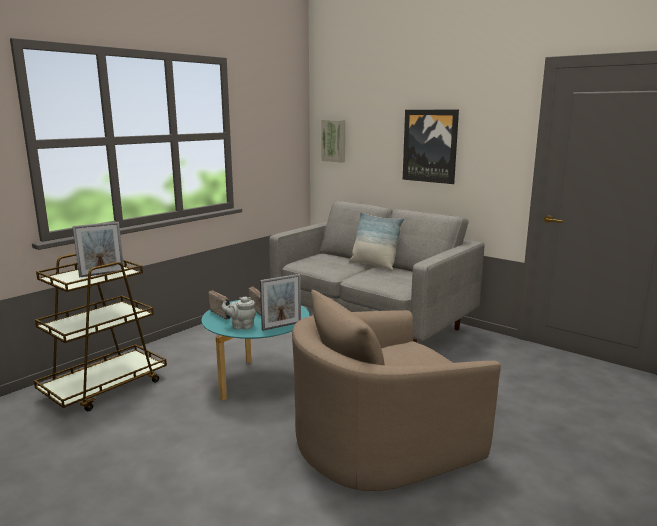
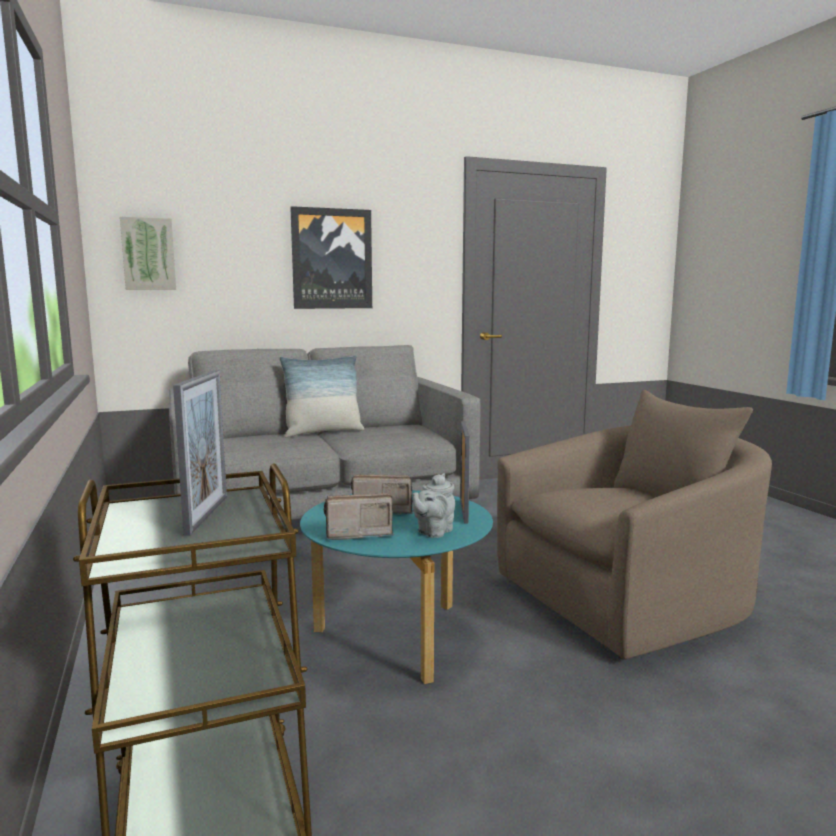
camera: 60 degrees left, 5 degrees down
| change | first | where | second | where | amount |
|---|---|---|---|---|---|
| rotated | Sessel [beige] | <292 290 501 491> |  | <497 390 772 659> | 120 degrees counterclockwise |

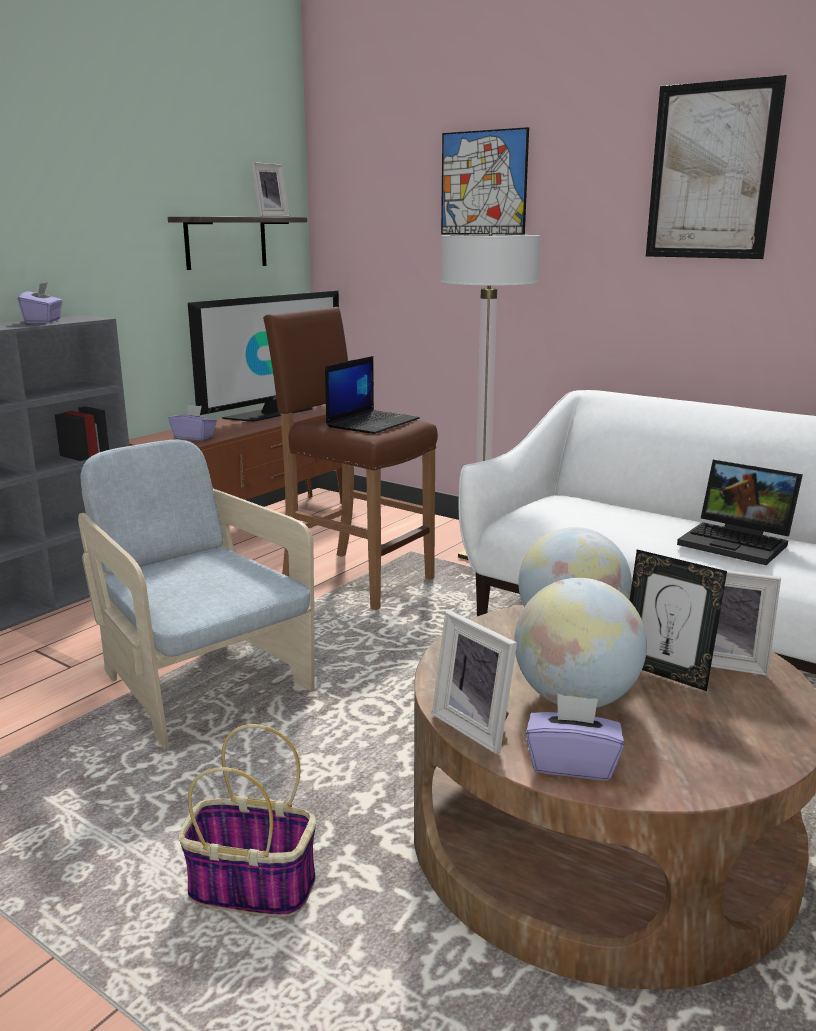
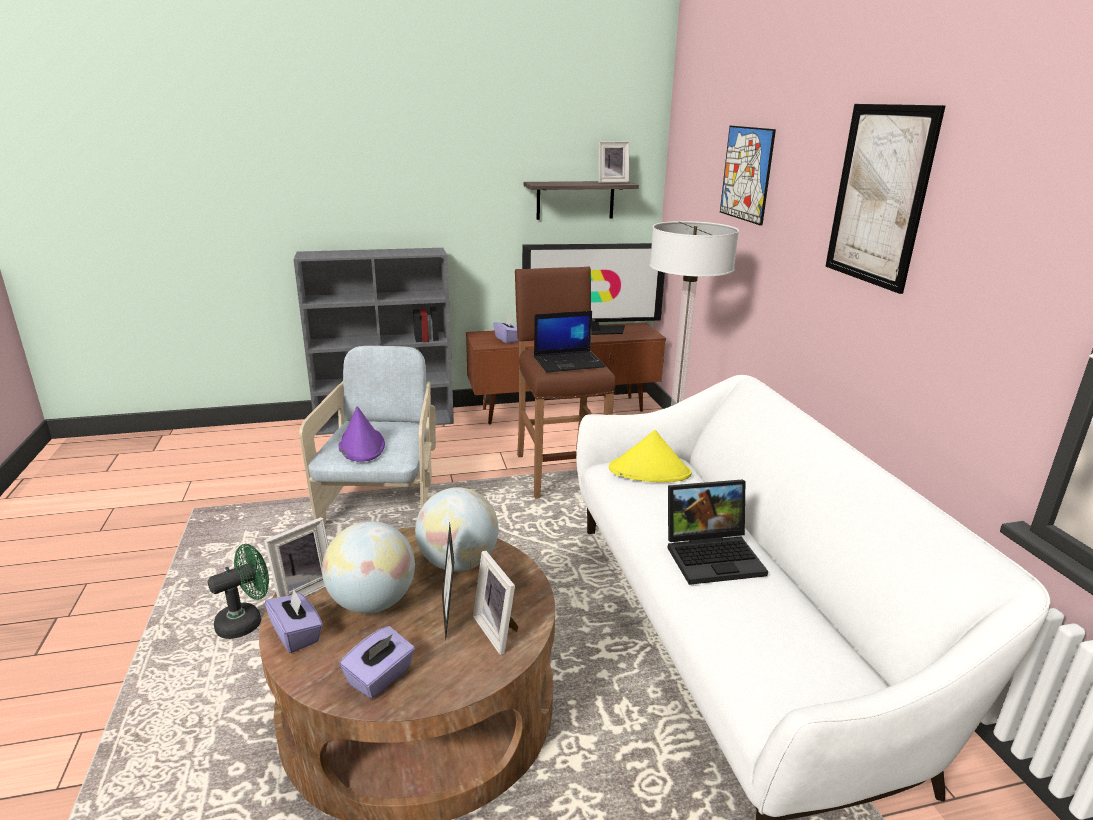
camera: 40 degrees right, 5 degrees up
| change | first | where | second | where | amount |
|---|---|---|---|---|---|
| swapped | Korb | <179 724 316 917> | Ventilator [grün] | <208 544 269 639> |  |
| rotated | Bilderrahmen | <432 611 517 754> |  | <264 517 329 598> | 135 degrees counterclockwise |
| new |  |  | Hut [lila] | <338 406 385 462> |  |
| shifted | Taschentuchbox [lila] | <18 282 63 323> |  | <340 626 415 699> |  |
| new |  |  | Hut [gelb] | <609 430 692 482> |  |
| rotated | Laptop | <677 460 803 565> |  | <668 480 768 585> | 90 degrees counterclockwise |

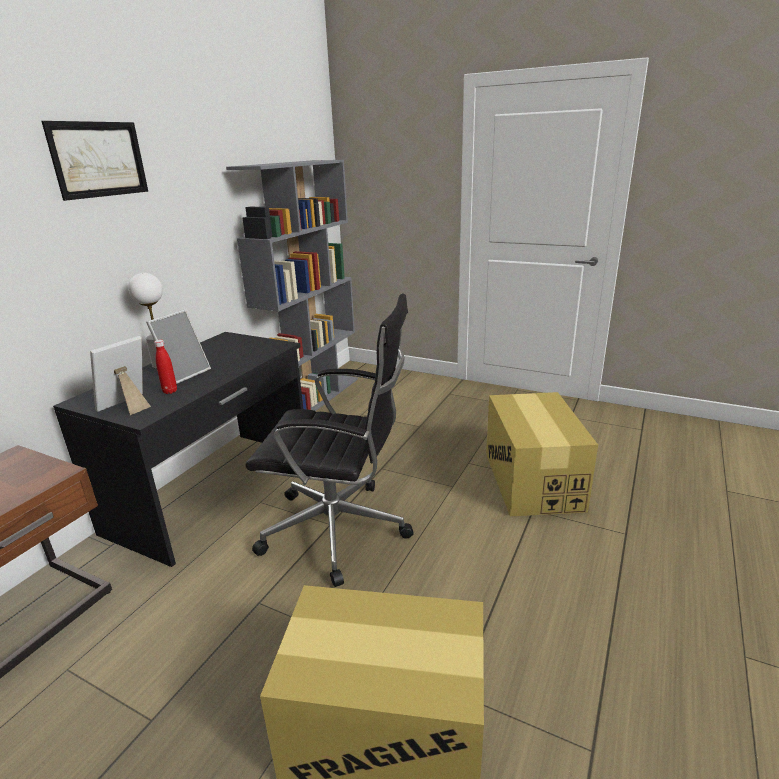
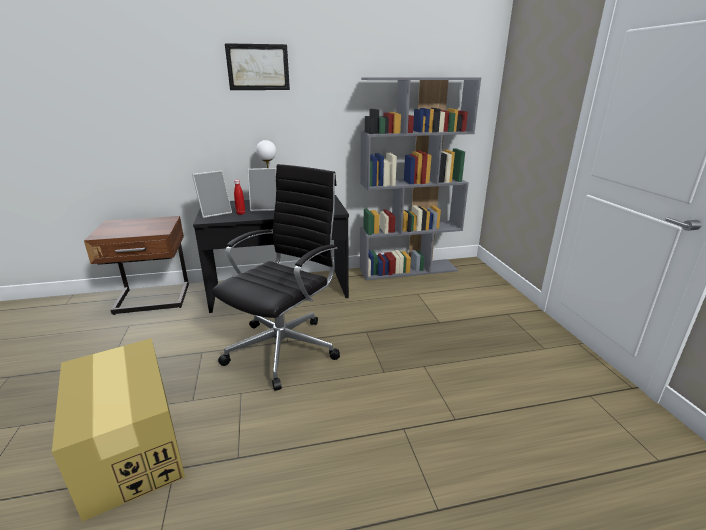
camera: 50 degrees right, 0 degrees up
| change | first | where | second | where | amount |
|---|---|---|---|---|---|
| rotated | Bilderrahmen | <90 336 151 415> |  | <192 171 232 218> | 150 degrees clockwise |
| rotated | Bürostuhl [schwarz] | <245 293 414 587> |  | <212 164 340 391> | 120 degrees counterclockwise |
| gone | Karton | <486 392 598 516> |  |  |  |

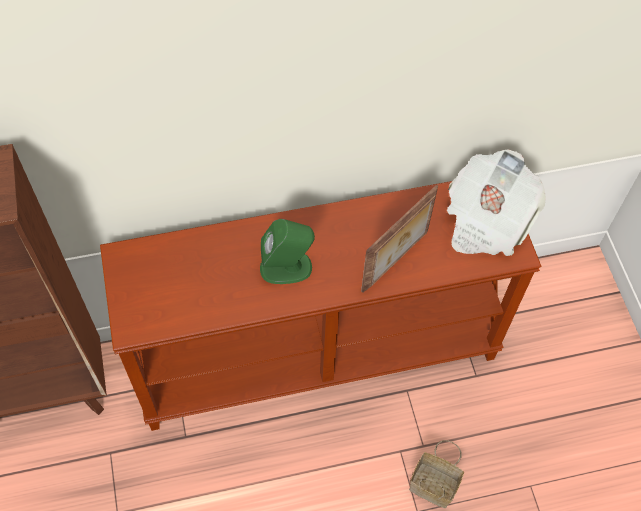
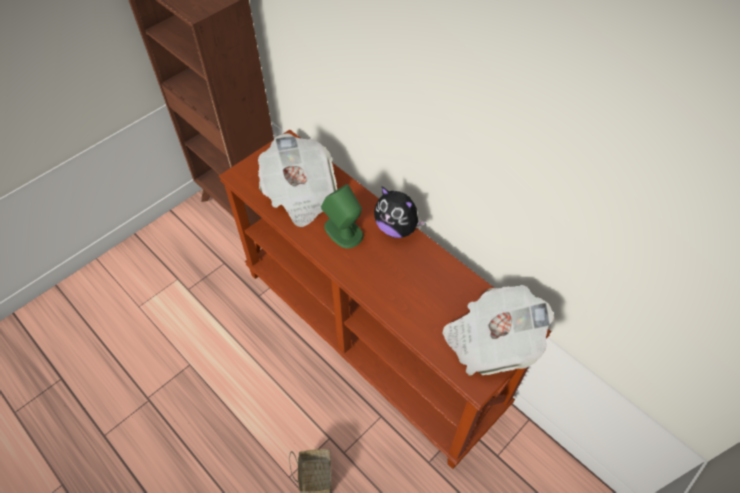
camera: 60 degrees right, 5 degrees down
| change | first | where | second | where | amount |
|---|---|---|---|---|---|
| new |  |  | Zeitung | <258 133 337 227> |  |
| new |  |  | Plüschtier | <374 186 426 238> |  |
| gone | Bilderrahmen | <361 184 438 293> |  |  |  |

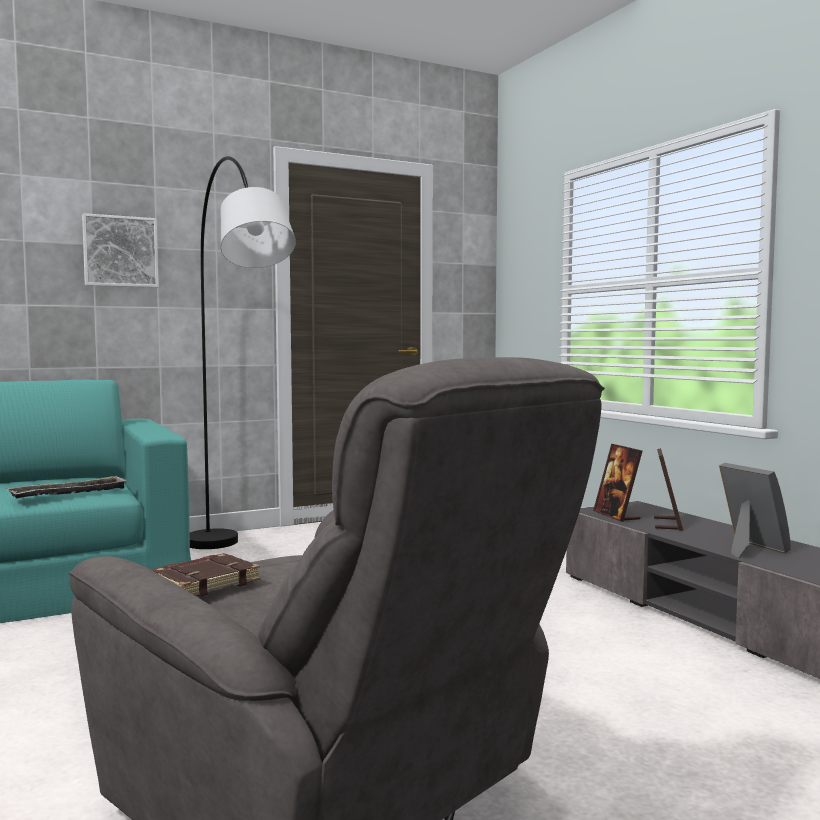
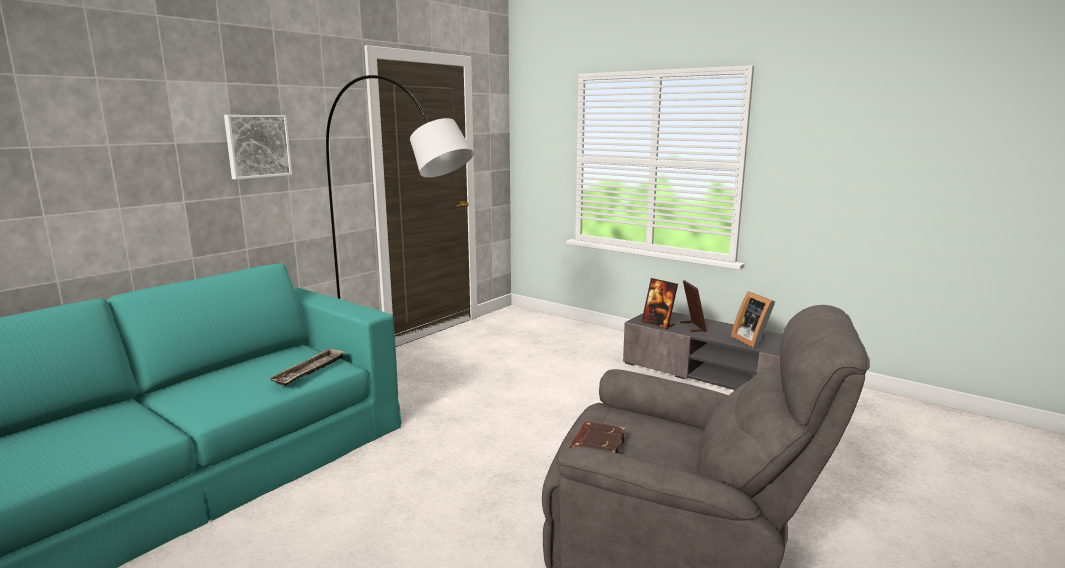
camera: 25 degrees left, 10 degrees up
| change | first | where | second | where | amount |
|---|---|---|---|---|---|
| rotated | Bilderrahmen | <719 463 791 558> |  | <731 291 775 349> | 150 degrees counterclockwise |

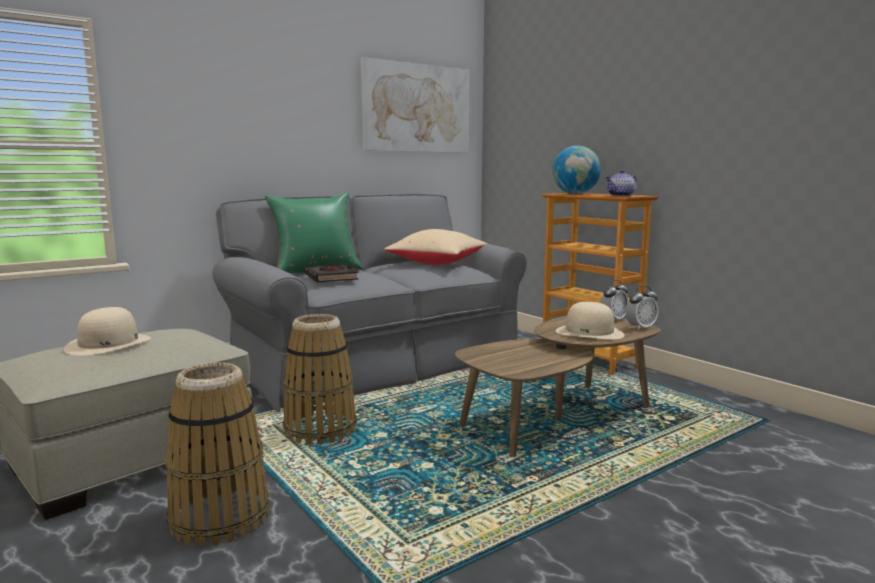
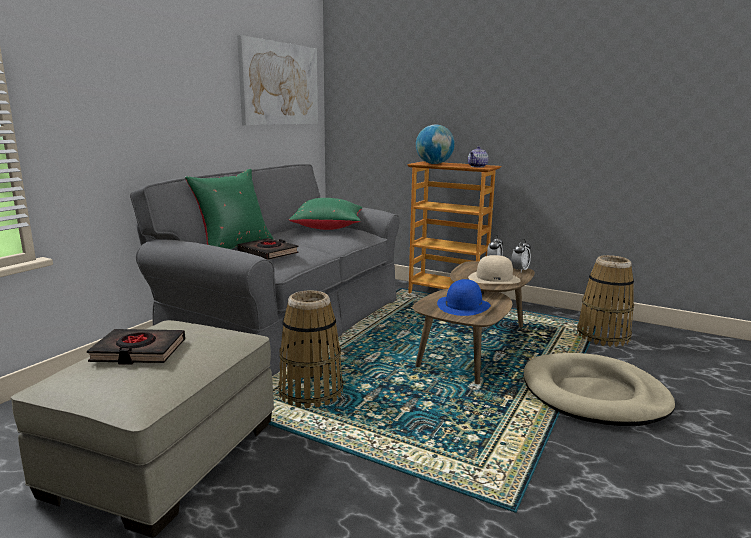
camera: 25 degrees left, 5 degrees up
| change | first | where | second | where | amount |
|---|---|---|---|---|---|
| swapped | Hut [beige] | <64 307 151 355> | Buch [schwarz] | <87 329 185 365> |  |
| repainted | Kissen [beige] | <384 229 487 265> | Kissen [grün] | <289 198 363 230> |  |
| new |  |  | Hut [blau] | <437 279 491 316> |  |
| new |  |  | Hundebett [beige] | <523 353 675 426> |  |
| shifted | Korb | <165 363 269 546> |  | <577 255 634 347> |  |

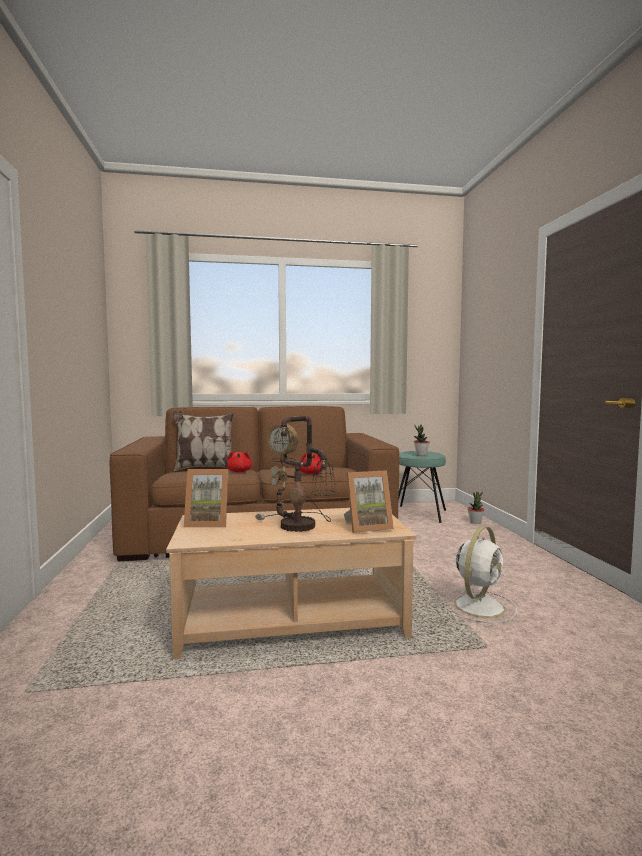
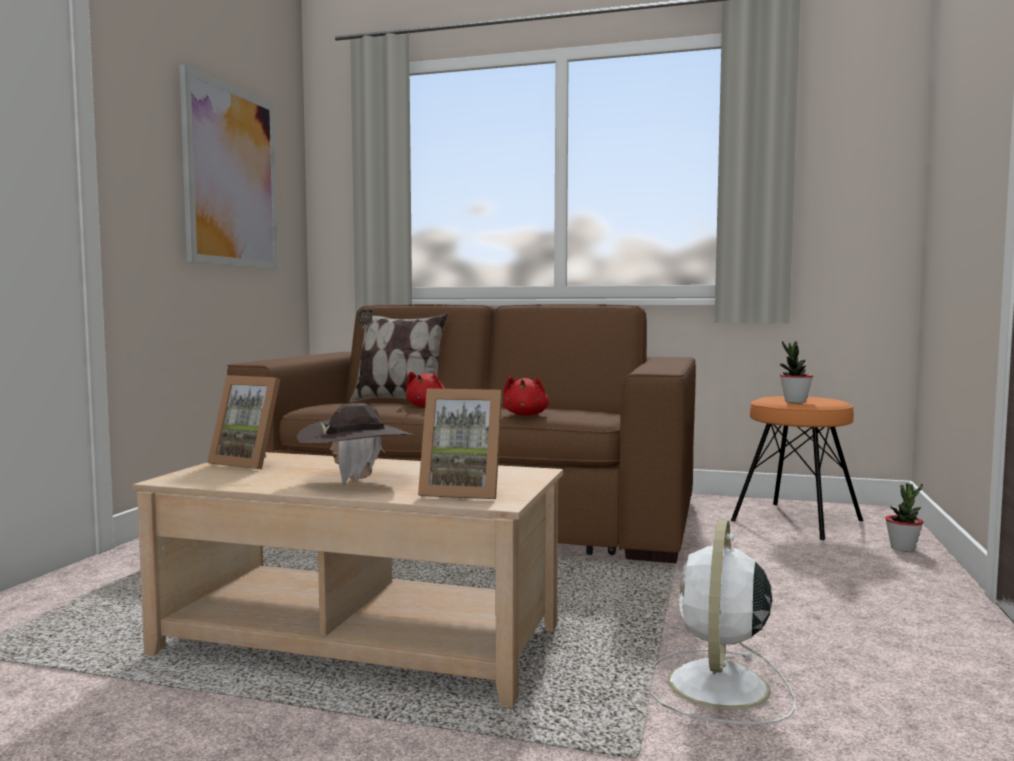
camera: 25 degrees right, 0 degrees up
| change | first | where | second | where | amount |
|---|---|---|---|---|---|
| new |  |  | Bild | <180 64 278 270> |  |
| swapped | Tischlampe | <255 416 336 532> | Hut [braun] | <297 403 412 484> |  |
| rotated | Ventilator [weiß] | <446 526 517 624> |  | <650 519 796 725> | 135 degrees clockwise |
| repainted | Hocker [türkis] | <398 451 446 523> | Hocker [orange] | <731 396 863 540> |  |

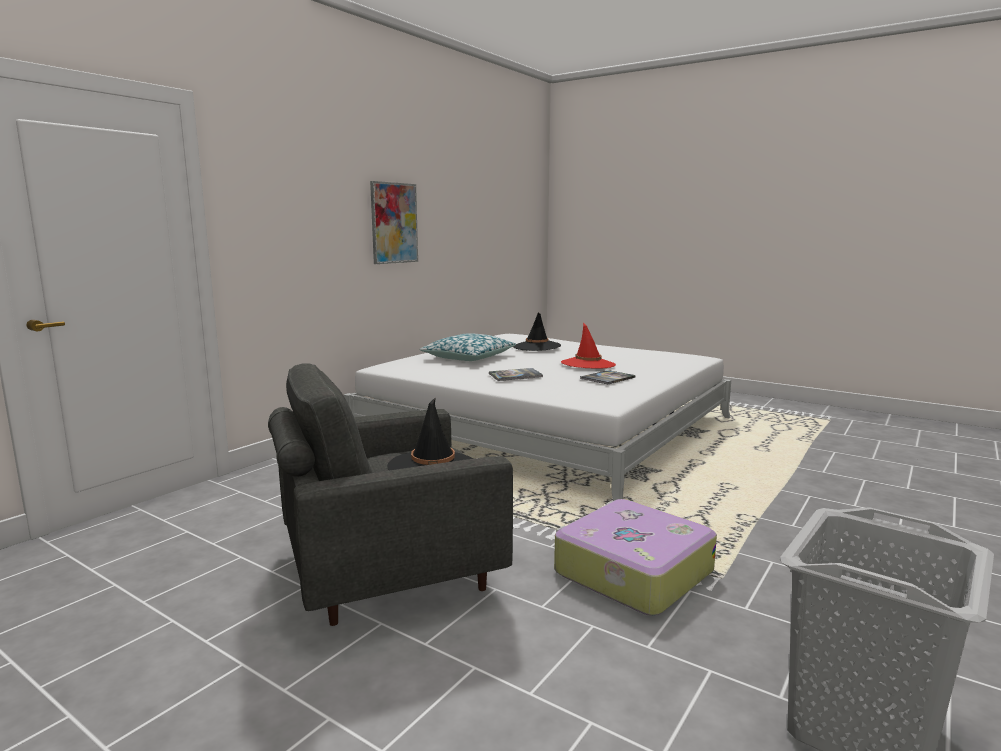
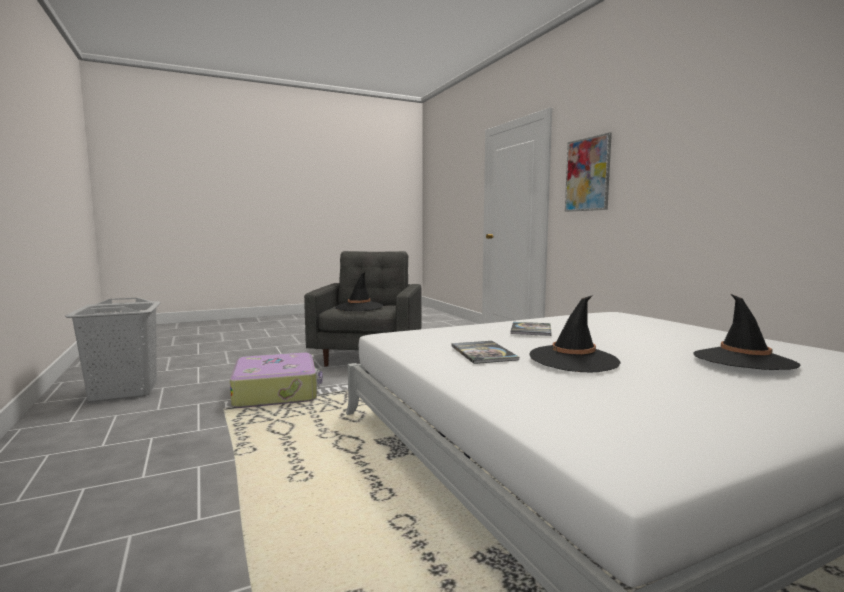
camera: 120 degrees right, 5 degrees down
| change | first | where | second | where | amount |
|---|---|---|---|---|---|
| repainted | Hut [rot] | <561 323 616 368> | Hut [schwarz] | <529 295 621 372> |  |
| shifted | Bild | <370 181 418 264> |  | <565 133 612 212> |  |
| gone | Kissen | <420 333 516 361> |  |  |  |

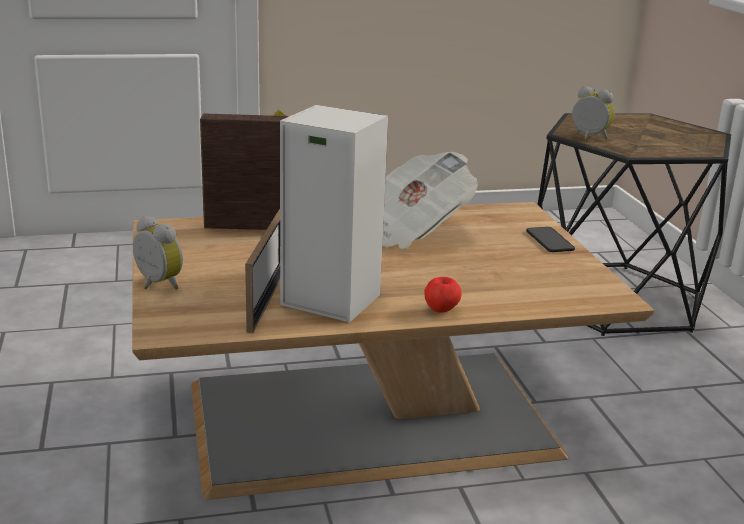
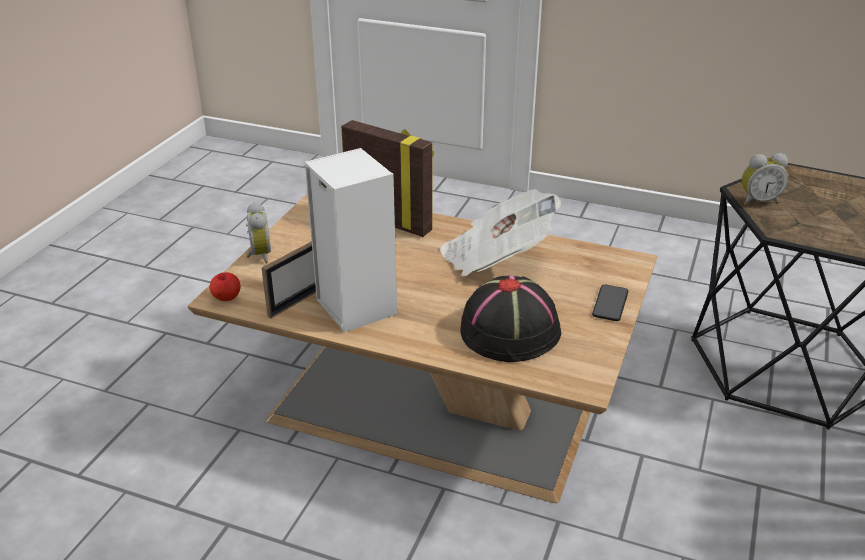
camera: 35 degrees right, 10 degrees up
| change | first | where | second | where | amount |
|---|---|---|---|---|---|
| shifted | Apfel | <424 277 461 313> |  | <209 272 241 301> |  |
| new |  |  | Hut [schwarz] | <460 276 561 362> |  |
| rotated | Wecker | <572 86 614 140> |  | <741 153 788 206> | 105 degrees clockwise |

